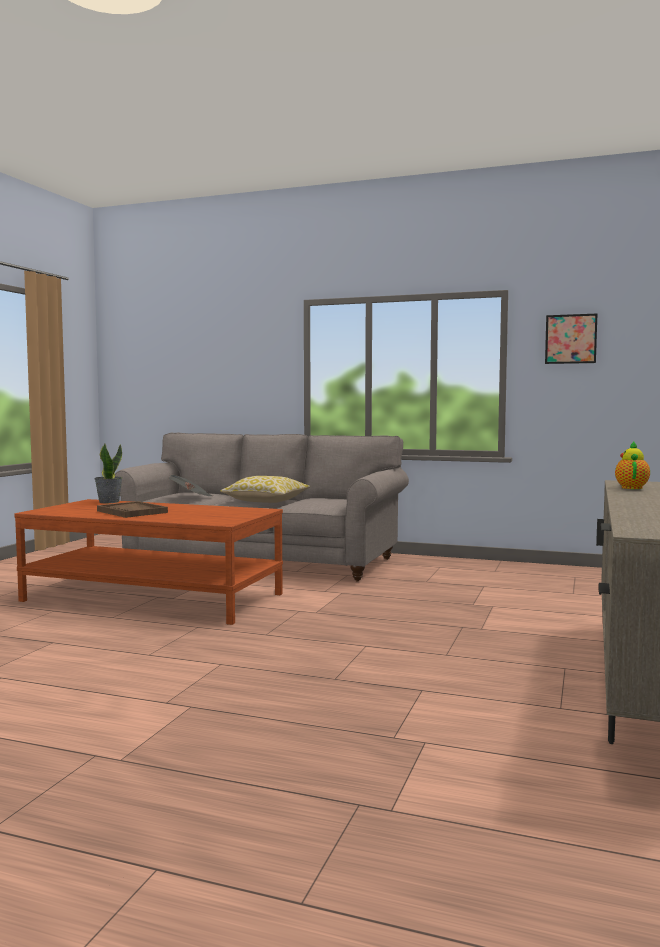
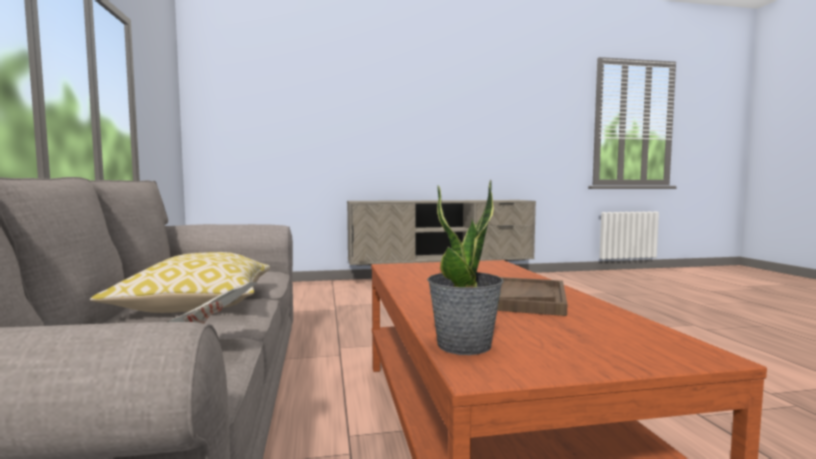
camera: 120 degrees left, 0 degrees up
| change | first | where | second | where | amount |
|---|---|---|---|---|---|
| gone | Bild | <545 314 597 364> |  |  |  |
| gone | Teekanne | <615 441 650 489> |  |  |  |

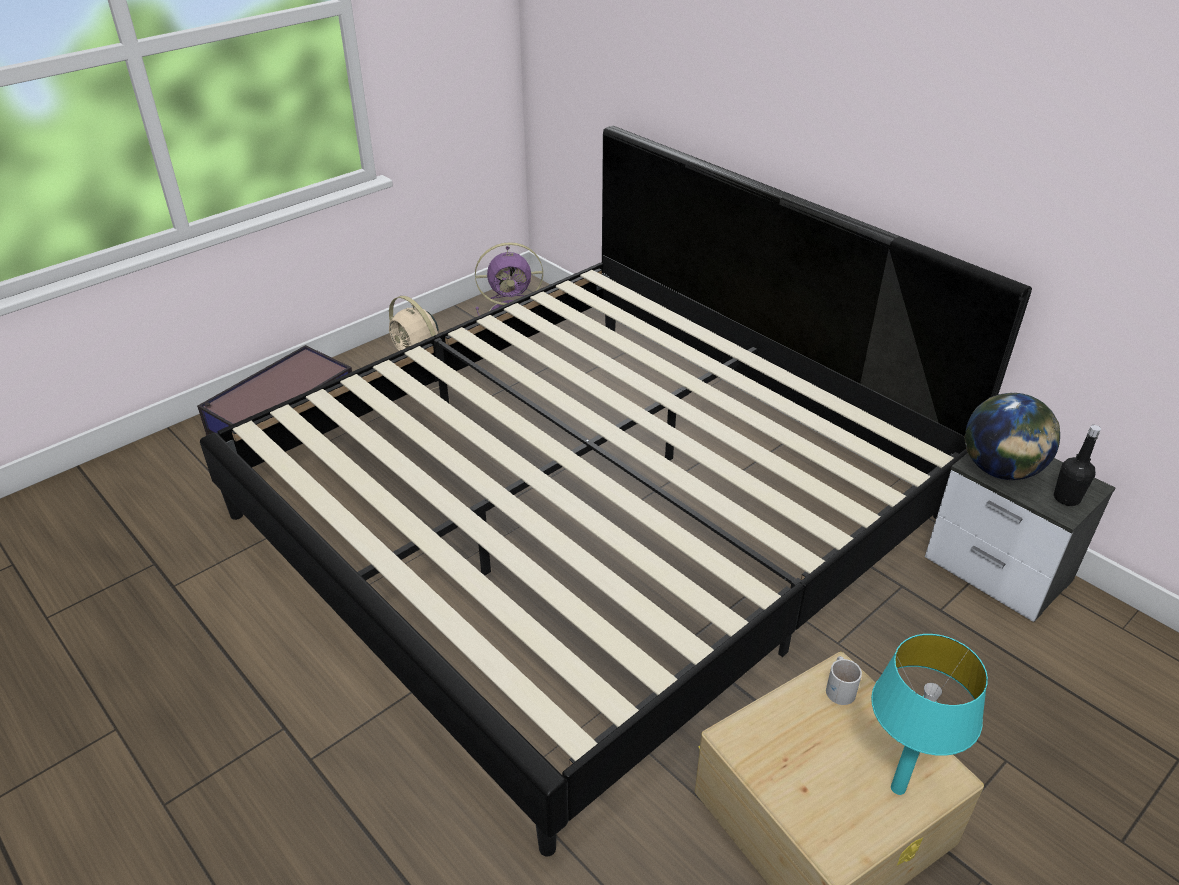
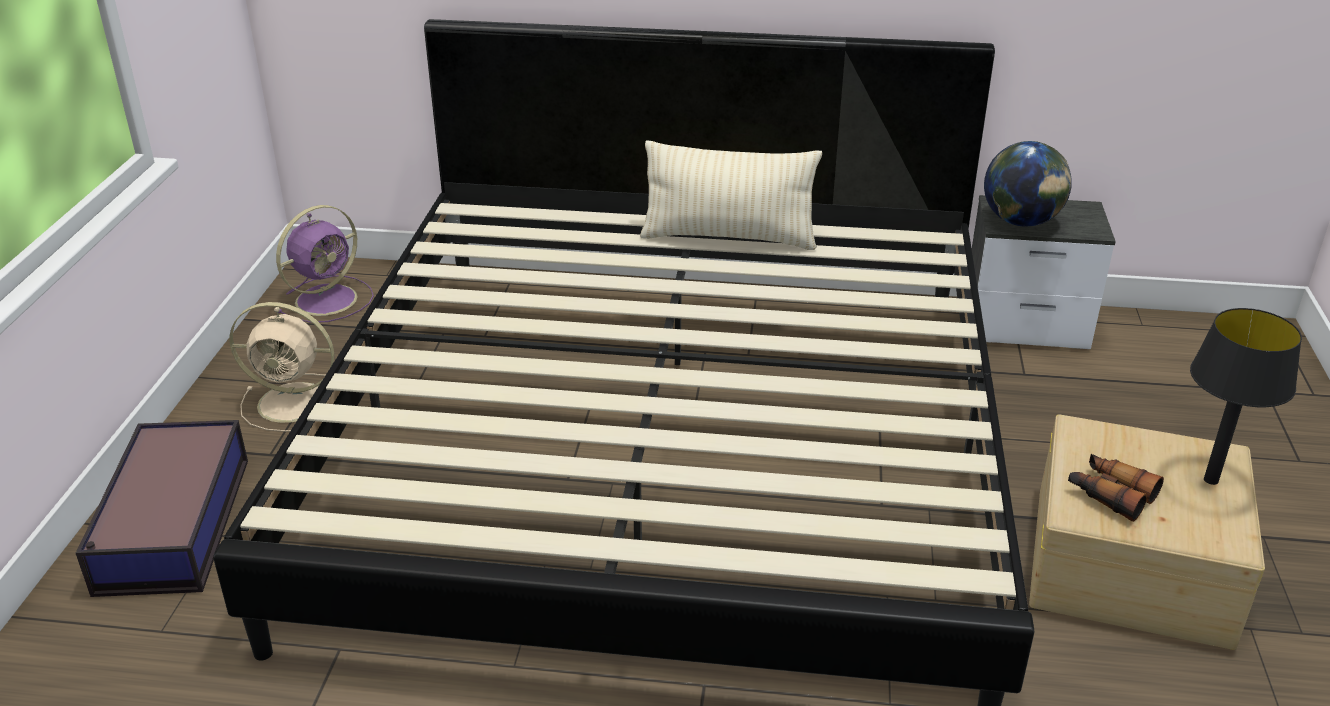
camera: 40 degrees left, 5 degrees down
| change | first | where | second | where | amount |
|---|---|---|---|---|---|
| new |  |  | Kissen [beige] | <640 140 822 250> |  |
| new |  |  | Fernglas | <1068 454 1164 522> |  |
| repainted | Tischlampe [türkis] | <871 634 988 795> | Tischlampe [schwarz] | <1190 308 1302 485> |  |
| gone | Henkelbecher [weiß] | <826 656 862 705> |  |  |  |
| gone | Flasche [schwarz] | <1054 425 1101 506> |  |  |  |

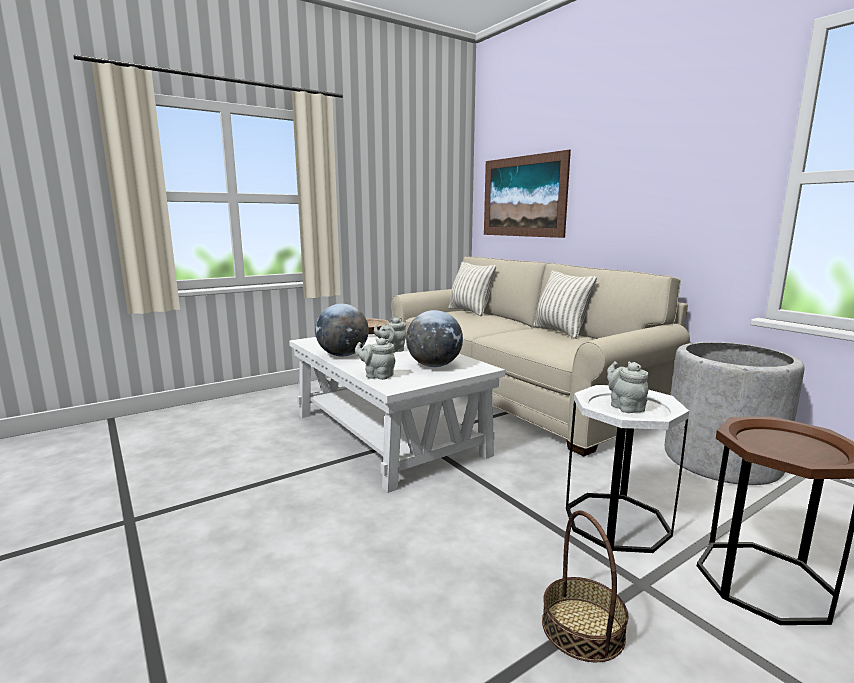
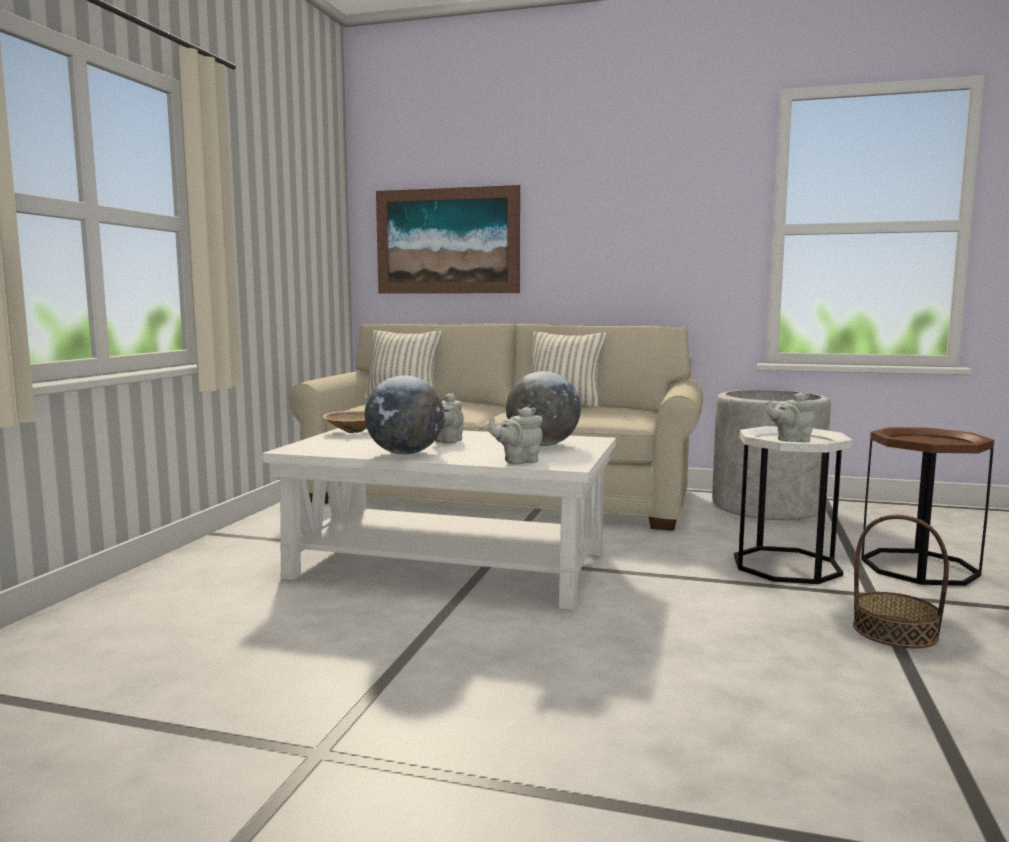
camera: 40 degrees left, 5 degrees down
| change | first | where | second | where | amount |
|---|---|---|---|---|---|
| rotated | Teekanne [grau] | <607 361 649 413> |  | <766 392 816 443> | 45 degrees counterclockwise |

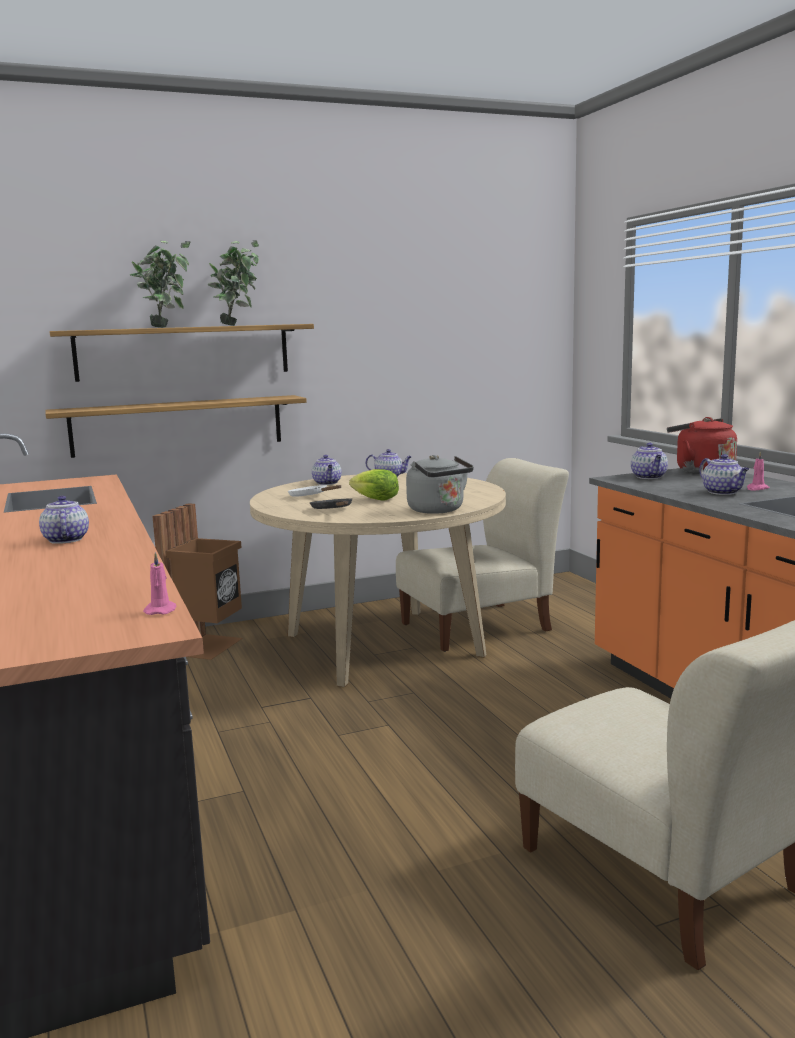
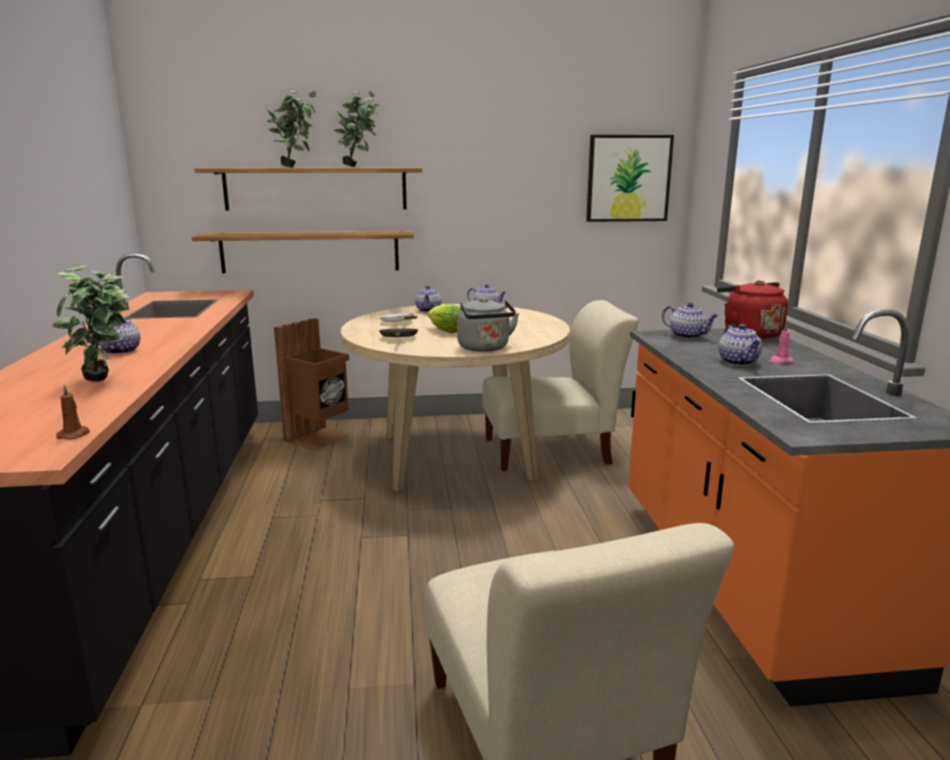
camera: 15 degrees right, 5 degrees up
| change | first | where | second | where | amount |
|---|---|---|---|---|---|
| new |  |  | Topfpflanze | <52 266 130 382> |  |
| repainted | Kerze [rosa] | <143 552 176 615> | Kerze [braun] | <56 384 90 440> |  |
| new |  |  | Bild | <586 135 674 222> |  |
| rotated | Teekanne | <631 443 668 479> |  | <662 302 718 339> | 60 degrees counterclockwise |

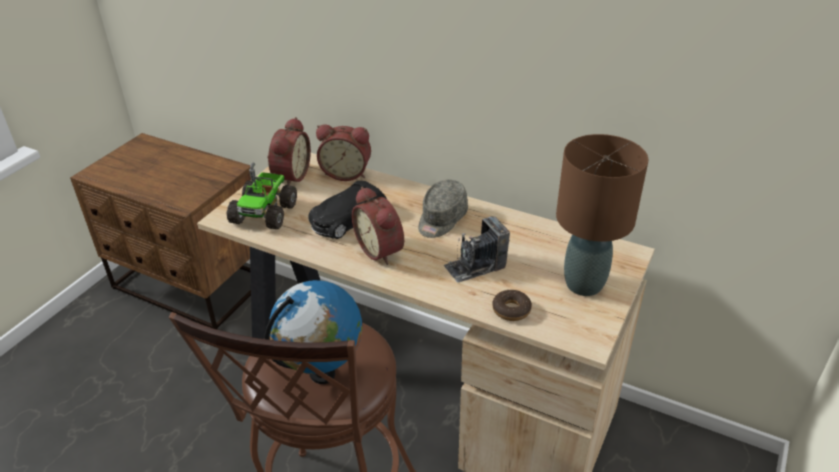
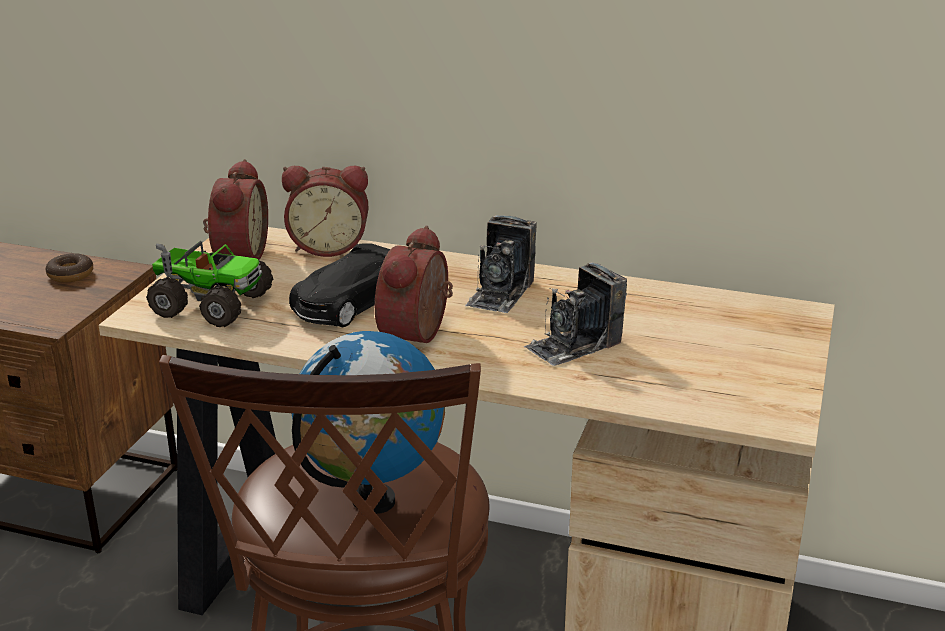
camera: 10 degrees left, 10 degrees down
| change | first | where | second | where | amount |
|---|---|---|---|---|---|
| shifted | Donut | <492 290 532 321> |  | <45 253 93 283> |  |
| rotated | Spielzeuglaster | <227 162 297 229> |  | <146 241 273 327> | 75 degrees counterclockwise |
| rotated | Wecker | <352 186 404 265> |  | <375 226 453 343> | 60 degrees clockwise |
| swapped | Kappe [grau] | <418 180 468 238> | Kamera | <465 215 537 313> |  |
| gone | Tischlampe [braun] | <556 134 648 296> |  |  |  |

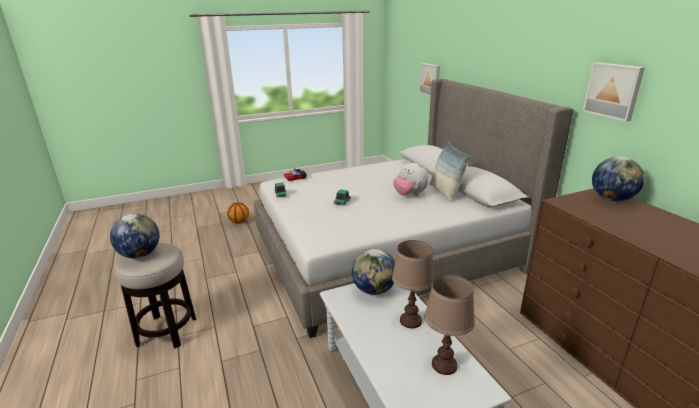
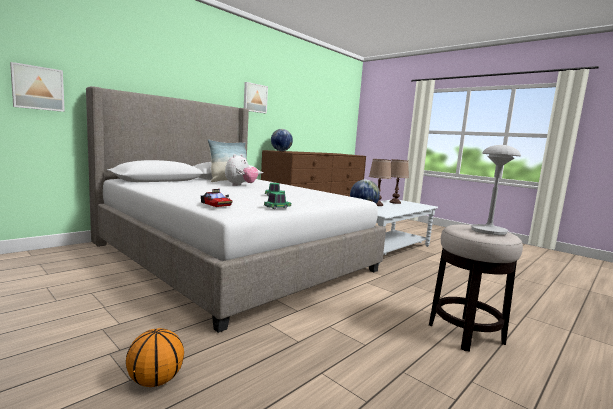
camera: 115 degrees left, 15 degrees down
| change | first | where | second | where | amount |
|---|---|---|---|---|---|
| swapped | Globus | <110 214 159 259> | Tischlampe [grau] | <471 145 521 235> |  |

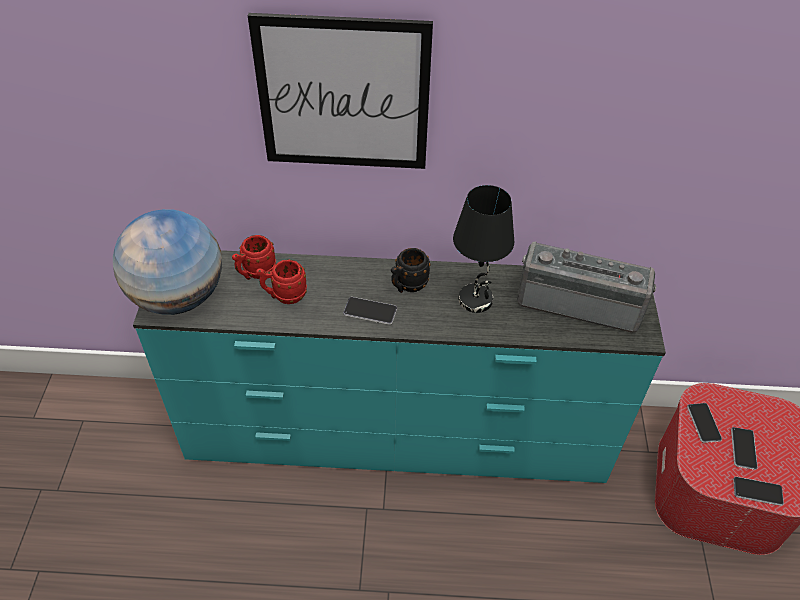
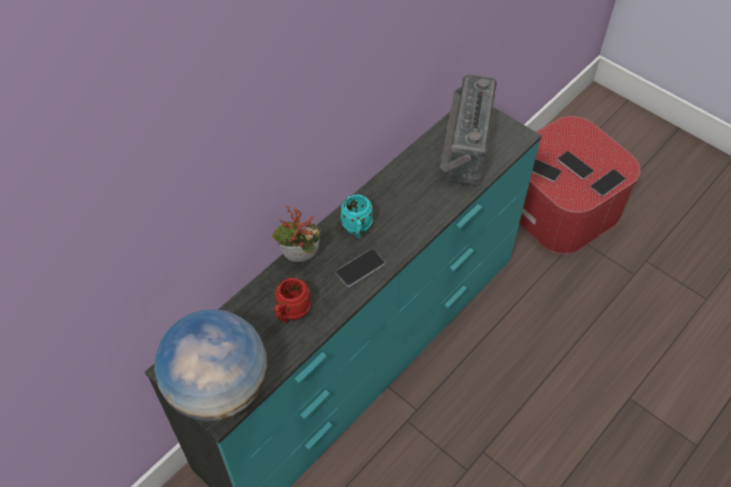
camera: 50 degrees left, 5 degrees up
| change | first | where | second | where | amount |
|---|---|---|---|---|---|
| new |  |  | Topfpflanze | <272 206 321 262> |  |
| repainted | Henkelbecher [schwarz] | <391 248 431 293> | Henkelbecher [türkis] | <340 194 373 238> |  |
| rotated | Radio | <517 241 656 333> |  | <440 74 497 186> | 45 degrees counterclockwise |
| gone | Henkelbecher [rot] | <232 235 276 280> |  |  |  |
| gone | Bild | <248 13 433 169> |  |  |  |
| gone | Tischlampe [schwarz] | <453 185 514 313> |  |  |  |

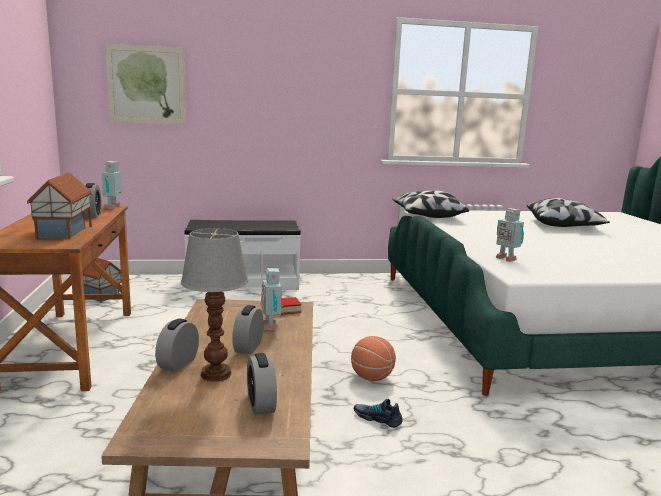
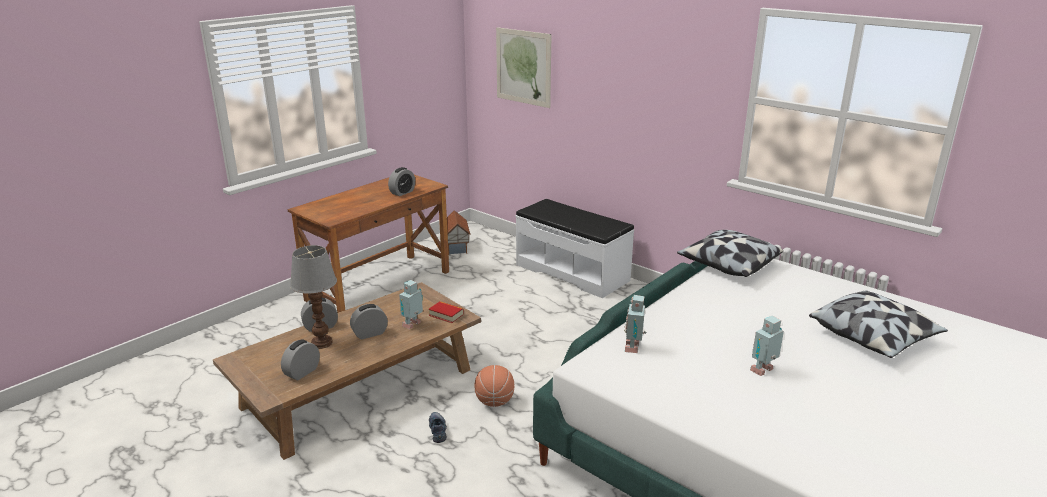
camera: 50 degrees right, 10 degrees up
| change | first | where | second | where | amount |
|---|---|---|---|---|---|
| shifted | Spielzeugroboter | <102 161 123 209> |  | <750 315 784 376> |  |
| gone | Spielzeughaus | <27 172 93 239> |  |  |  |

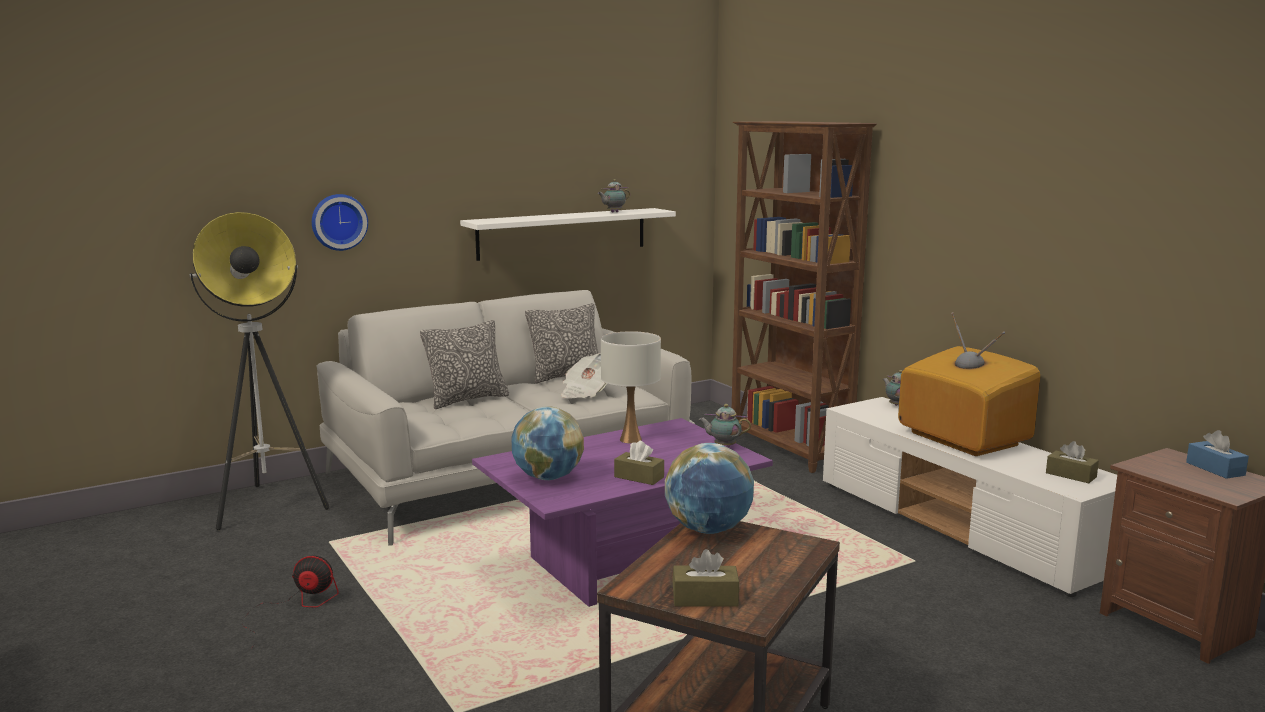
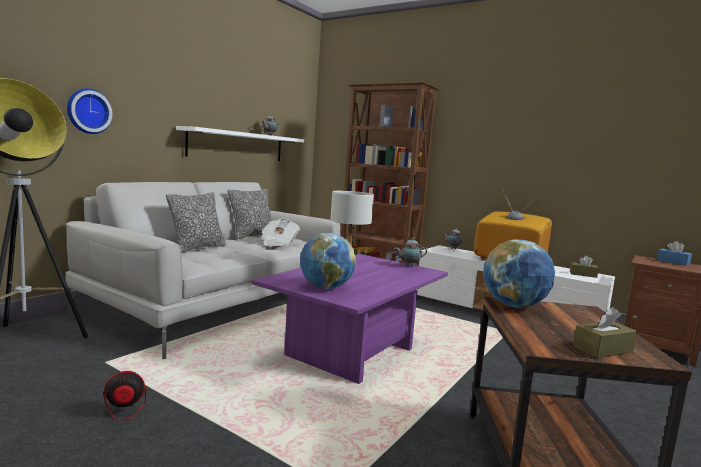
camera: 25 degrees left, 5 degrees down
| change | first | where | second | where | amount |
|---|---|---|---|---|---|
| gone | Taschentuchbox [braun] | <614 441 664 485> |  |  |  |

